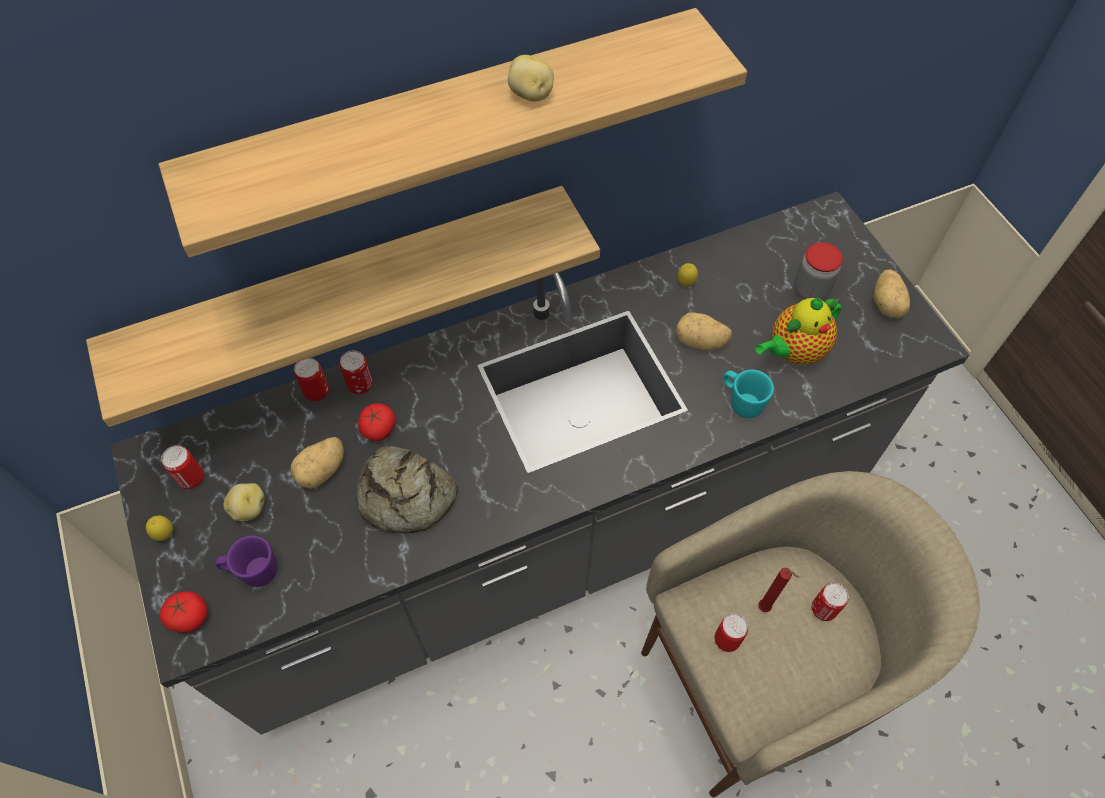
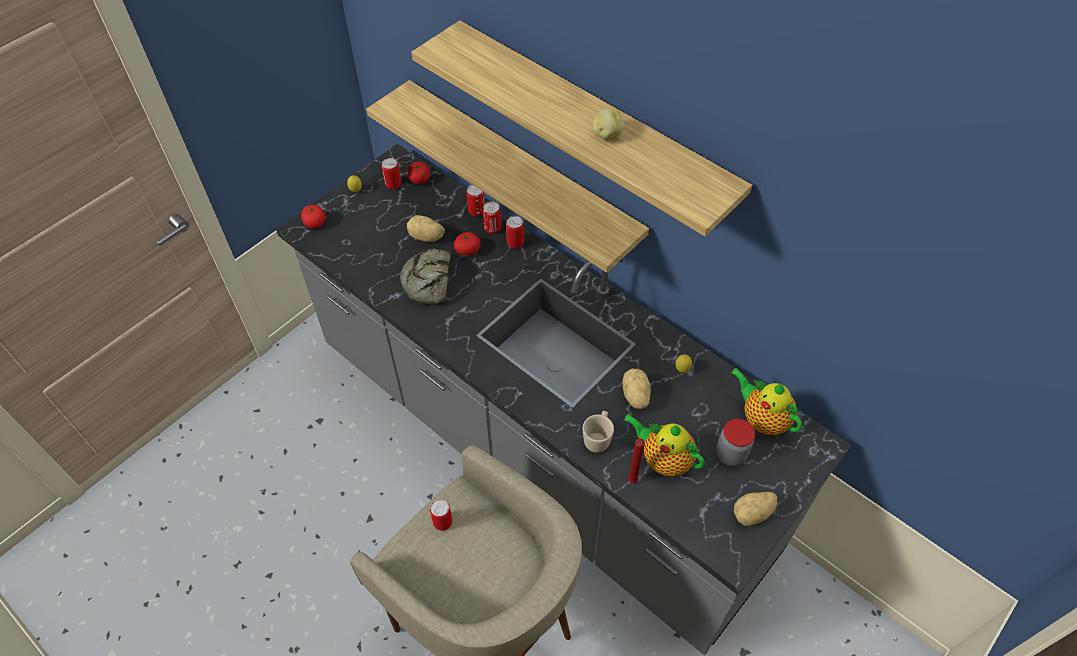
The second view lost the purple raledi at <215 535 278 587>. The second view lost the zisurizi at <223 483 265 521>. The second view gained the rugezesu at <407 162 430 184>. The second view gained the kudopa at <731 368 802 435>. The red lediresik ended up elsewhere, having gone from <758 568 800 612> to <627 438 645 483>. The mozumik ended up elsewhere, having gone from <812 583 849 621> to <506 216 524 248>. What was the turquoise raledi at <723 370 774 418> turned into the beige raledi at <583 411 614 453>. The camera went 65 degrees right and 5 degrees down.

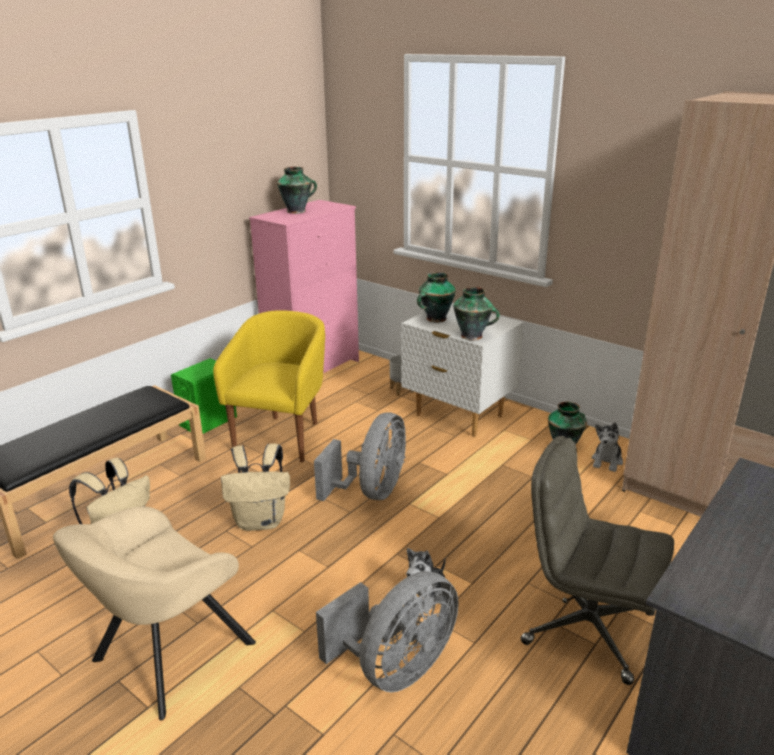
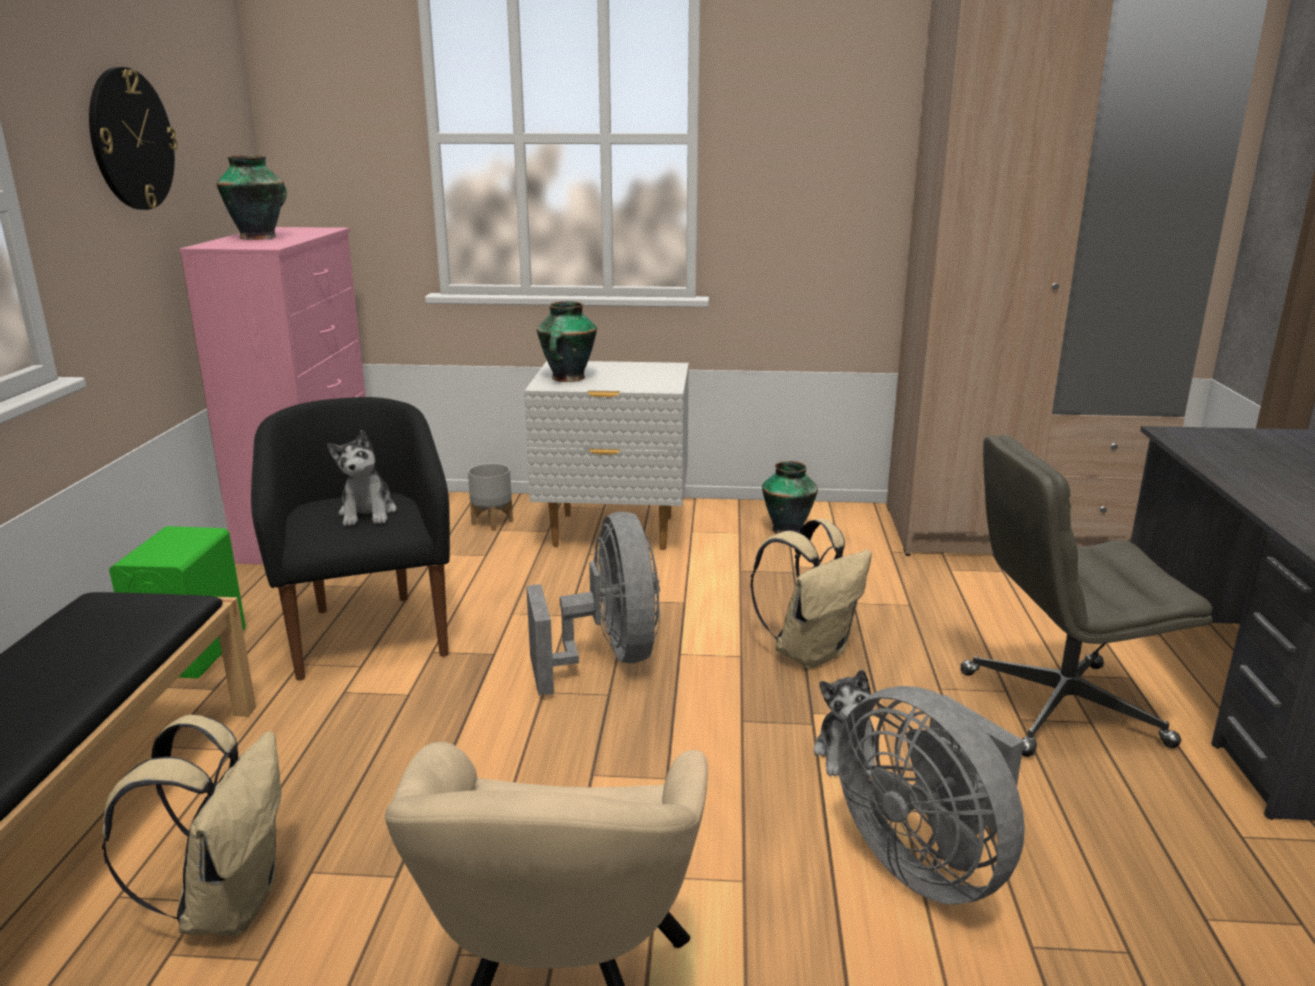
The second view lost the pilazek at <453 287 500 341>. The second view gained the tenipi at <89 67 178 210>. The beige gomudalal ended up elsewhere, having gone from <221 443 290 531> to <750 518 872 668>. The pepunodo ended up elsewhere, having gone from <592 422 623 472> to <327 430 397 526>. What was the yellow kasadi at <213 310 325 462> turned into the black kasadi at <251 397 450 680>. The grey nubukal at <316 571 459 692> ended up facing another way, 135 degrees clockwise from before. The camera went 35 degrees left and 5 degrees down.

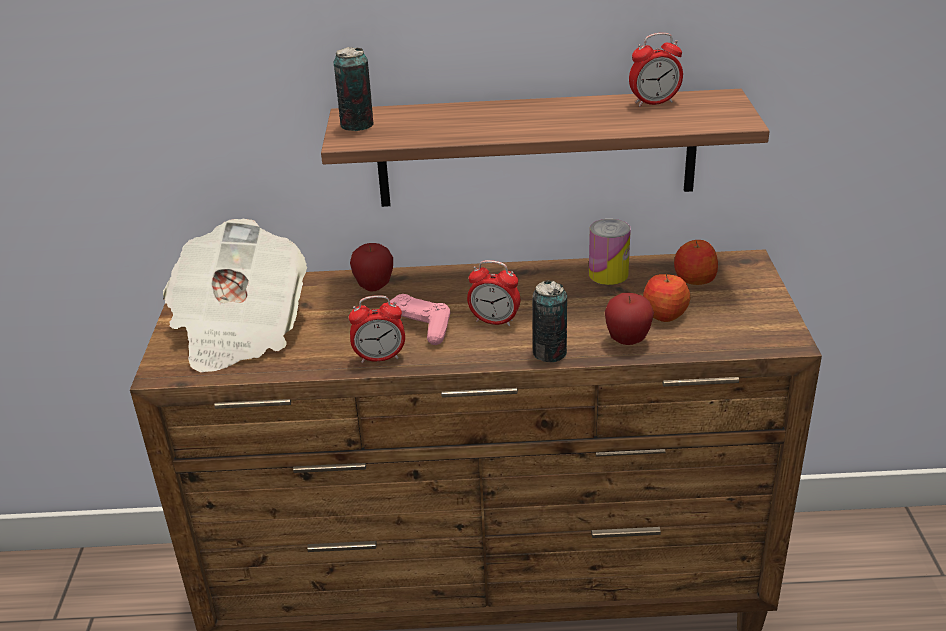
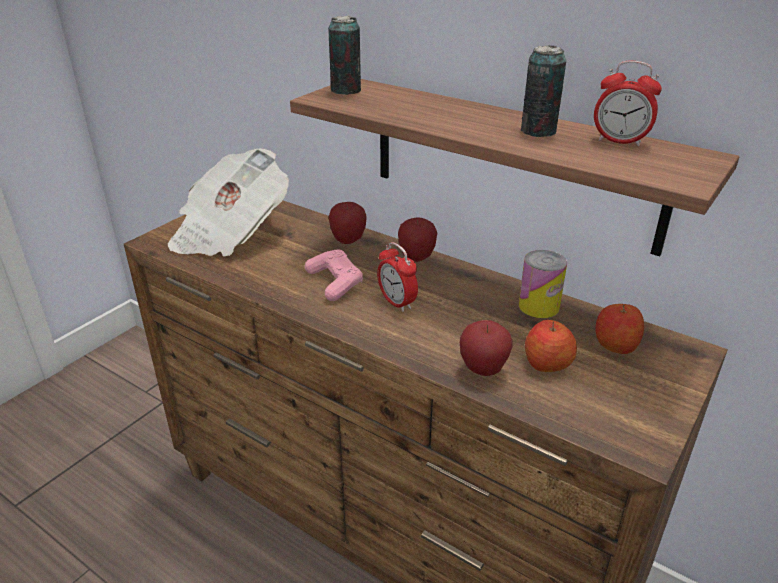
The second view lost the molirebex at <349 295 405 363>. The second view gained the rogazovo at <398 218 437 262>. The mozumik ended up elsewhere, having gone from <532 280 567 362> to <521 45 566 137>. The camera went 35 degrees right and 0 degrees up.

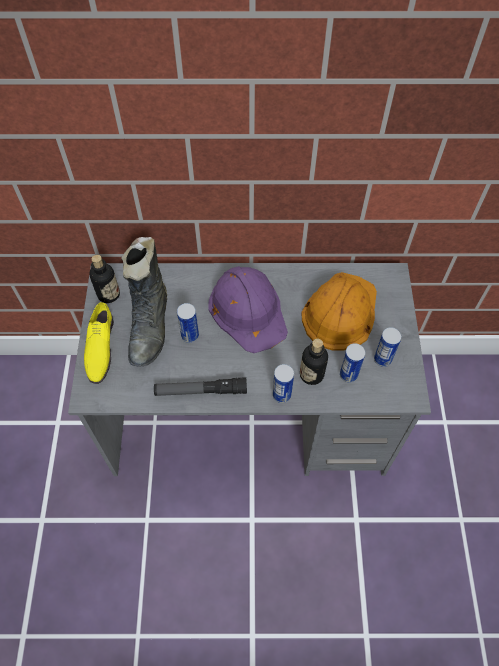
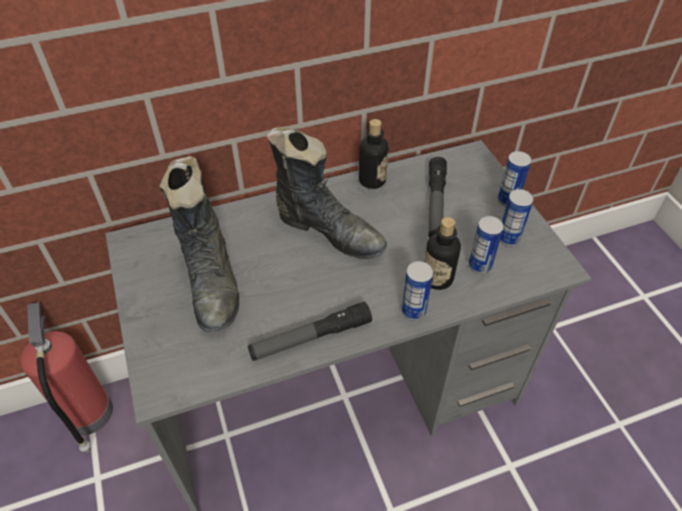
The second view lost the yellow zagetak at <84 302 114 384>. The second view gained the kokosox at <21 302 113 453>. The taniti ended up elsewhere, having gone from <89 255 120 303> to <359 119 389 189>. The mozumik ended up elsewhere, having gone from <177 303 199 343> to <498 151 532 207>. Where the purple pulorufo stood at <208 266 288 353>, the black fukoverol came to stand at <266 127 387 259>. Where the orange pulorufo stood at <302 272 377 351>, the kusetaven came to stand at <429 157 447 238>. The camera went 20 degrees left and 10 degrees down.

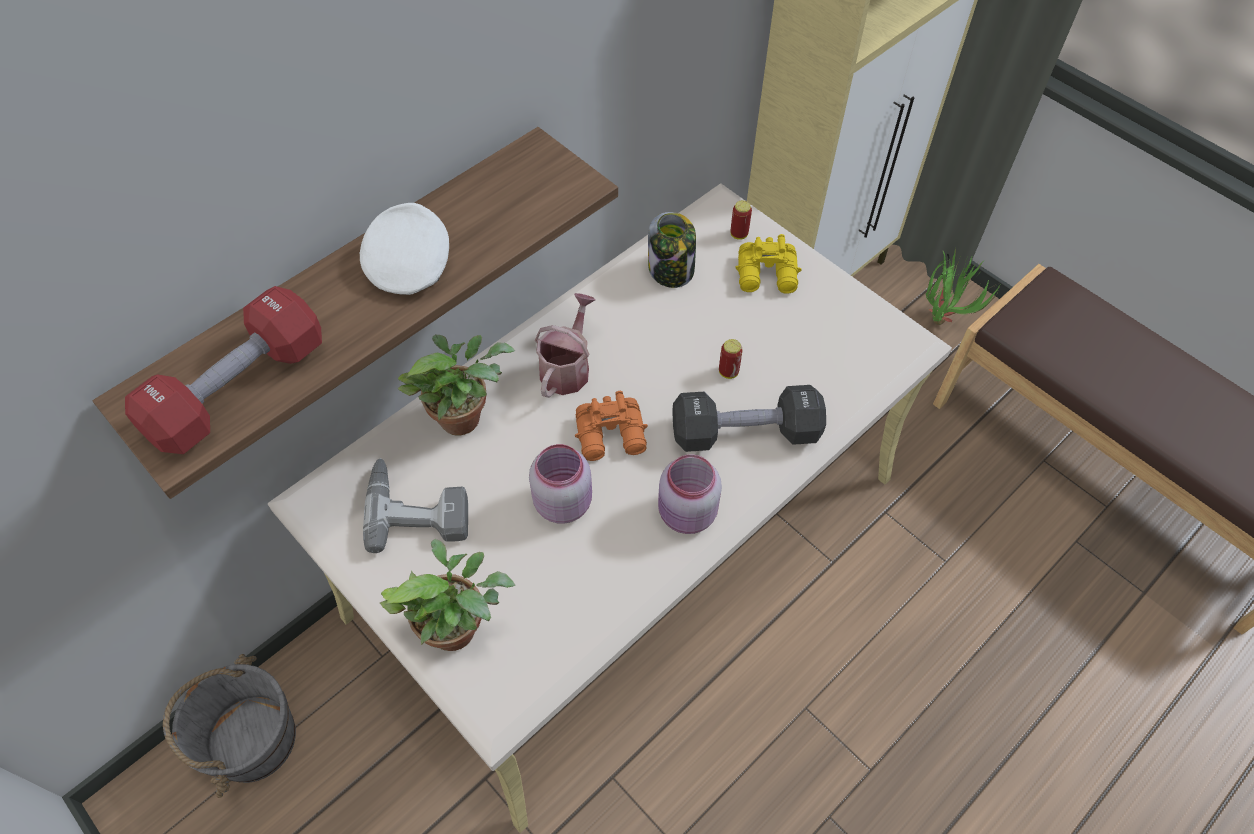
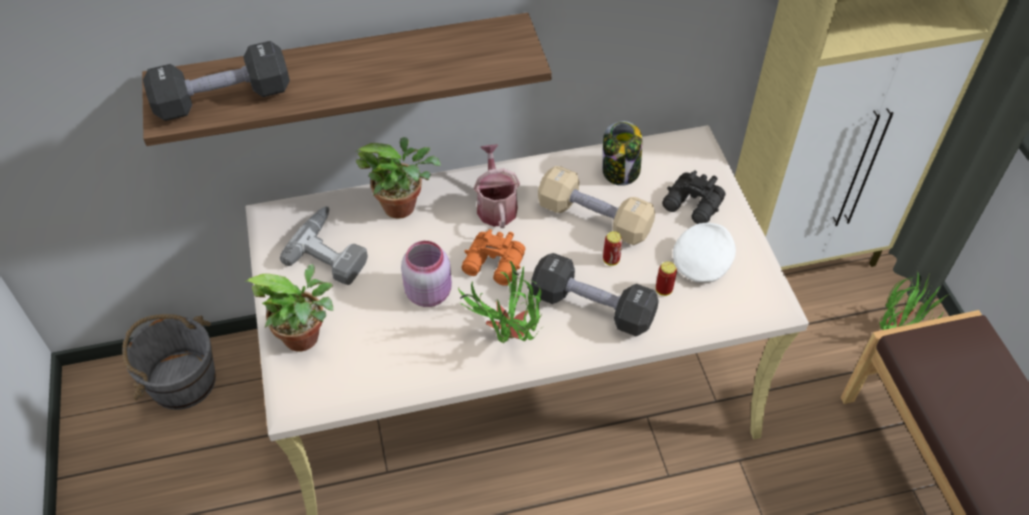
The second view gained the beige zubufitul at <538 166 655 245>. The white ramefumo ended up elsewhere, having gone from <360 203 449 295> to <673 223 736 282>. The mozumik ended up elsewhere, having gone from <730 200 752 240> to <656 261 677 296>. Where the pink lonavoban stood at <658 454 722 534>, the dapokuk came to stand at <458 261 544 343>. What was the red zubufitul at <125 286 322 454> turned into the black zubufitul at <143 41 290 121>. What was the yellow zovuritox at <736 234 802 294> turned into the black zovuritox at <662 170 725 224>. The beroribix at <535 293 596 398> ended up facing another way, 60 degrees counterclockwise from before. The camera went 30 degrees right and 5 degrees down.

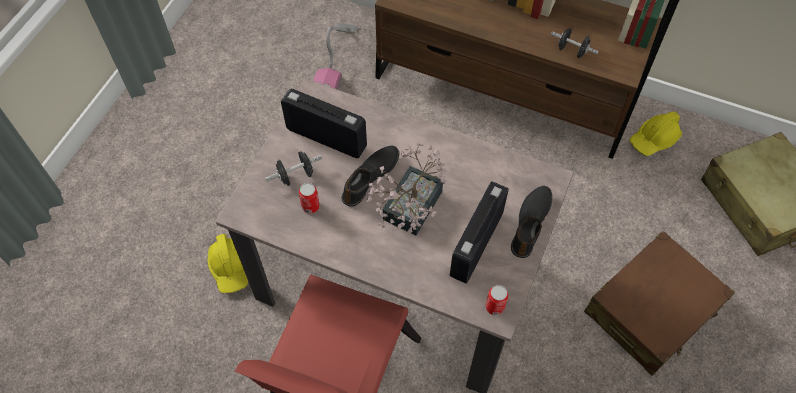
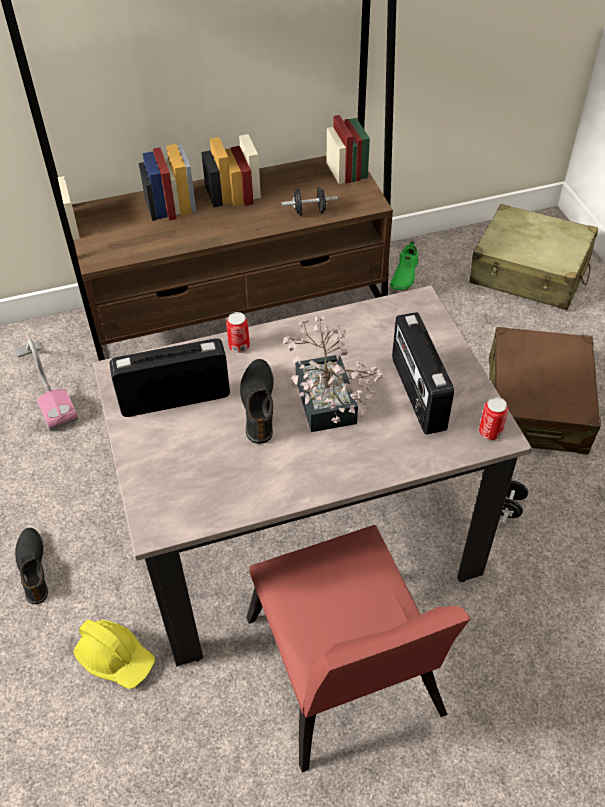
The black zubufitul ended up elsewhere, having gone from <266 151 323 186> to <501 475 528 524>. The mozumik ended up elsewhere, having gone from <299 183 320 214> to <226 312 250 353>. The black zagetak ended up elsewhere, having gone from <511 186 552 258> to <15 528 48 604>. Where the yellow pulorufo stood at <630 111 682 156>, the green zagetak came to stand at <390 241 419 290>. The camera went 40 degrees left and 10 degrees down.

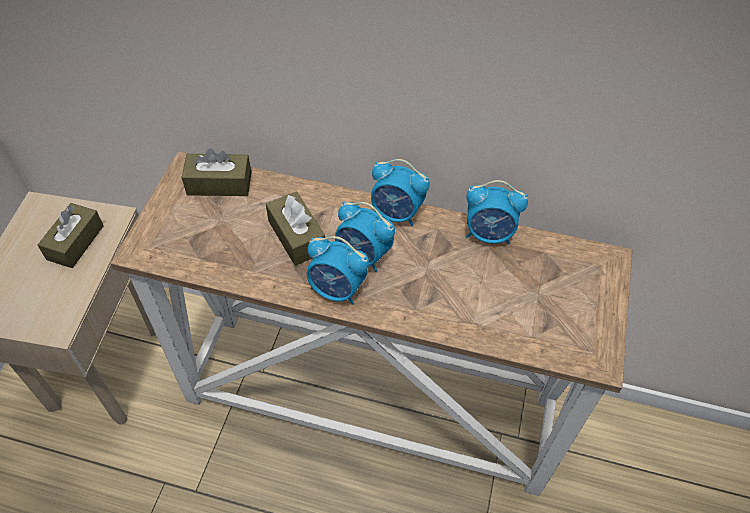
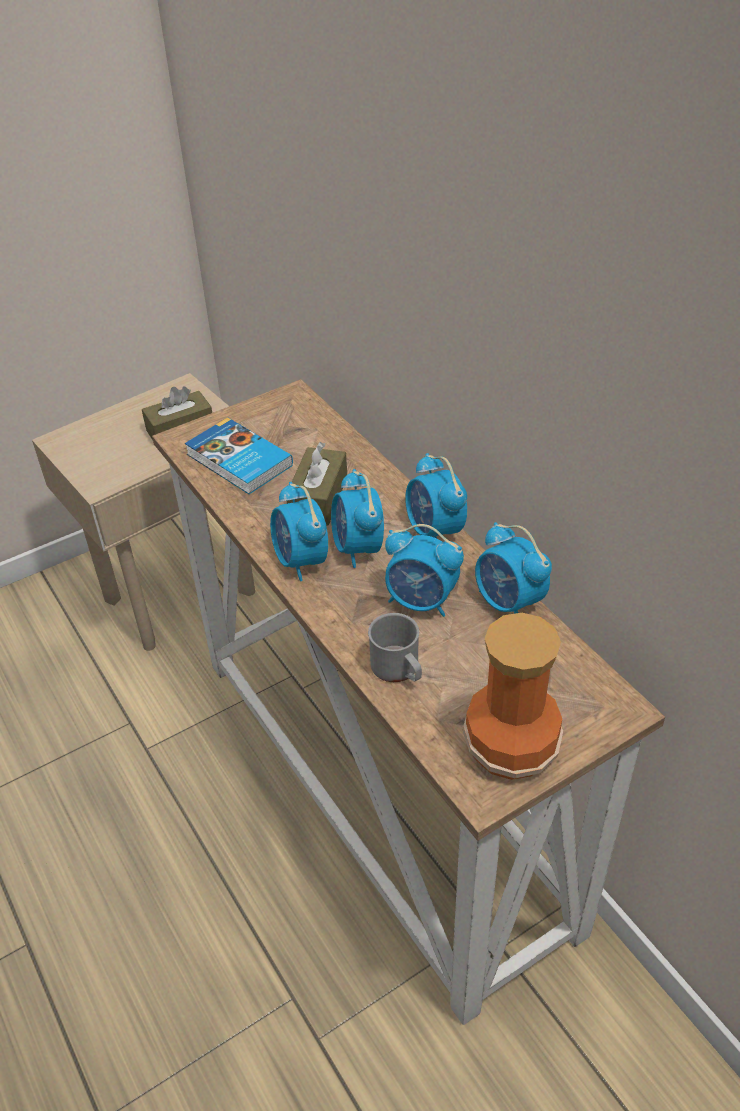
The second view lost the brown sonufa at <181 148 251 196>. The second view gained the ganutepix at <185 418 293 494>. The second view gained the grey raledi at <368 613 422 682>. The second view gained the molirebex at <385 524 464 617>. The second view gained the pilazek at <462 613 563 780>. The camera went 45 degrees right and 10 degrees down.

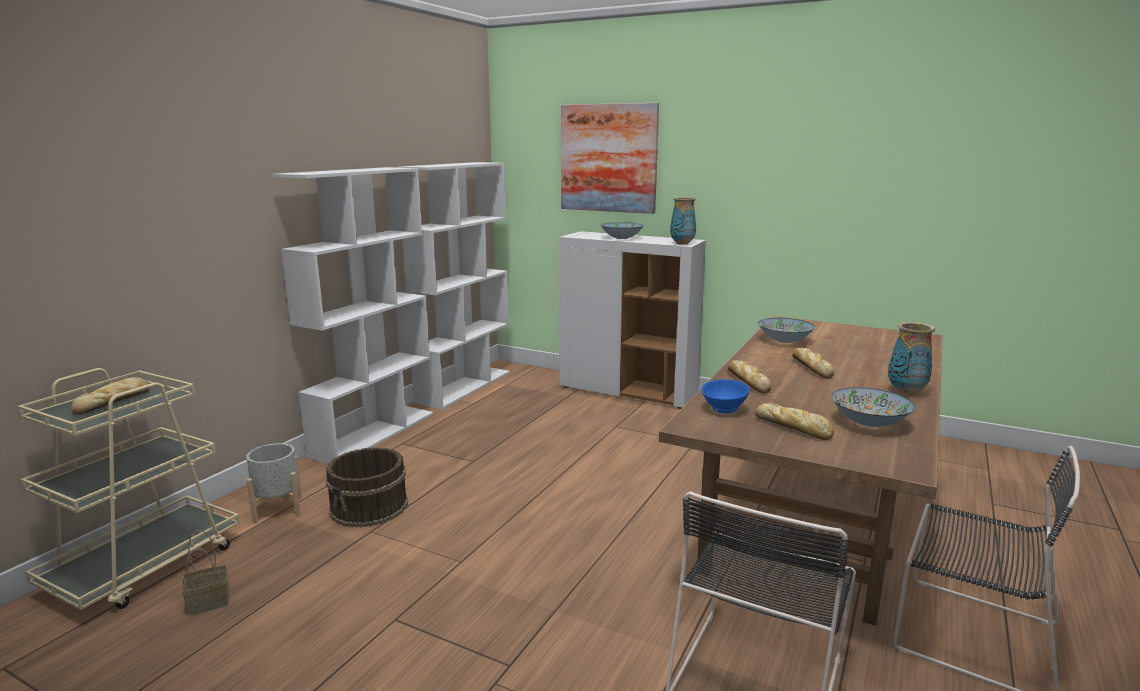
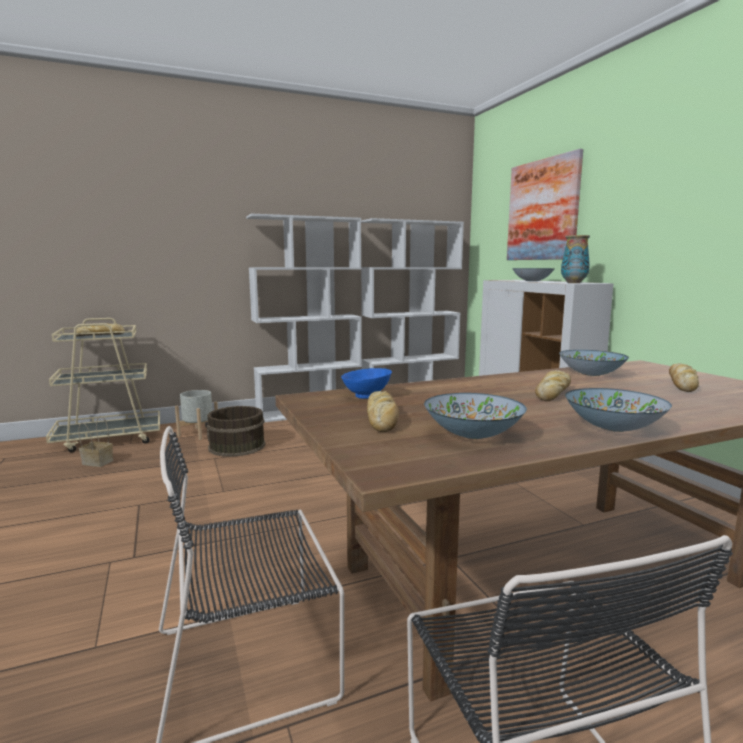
The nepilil ended up elsewhere, having gone from <728 360 772 393> to <669 363 699 392>. Where the pilazek stood at <888 322 935 395>, the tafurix came to stand at <565 388 672 432>. The camera went 40 degrees right and 5 degrees down.

